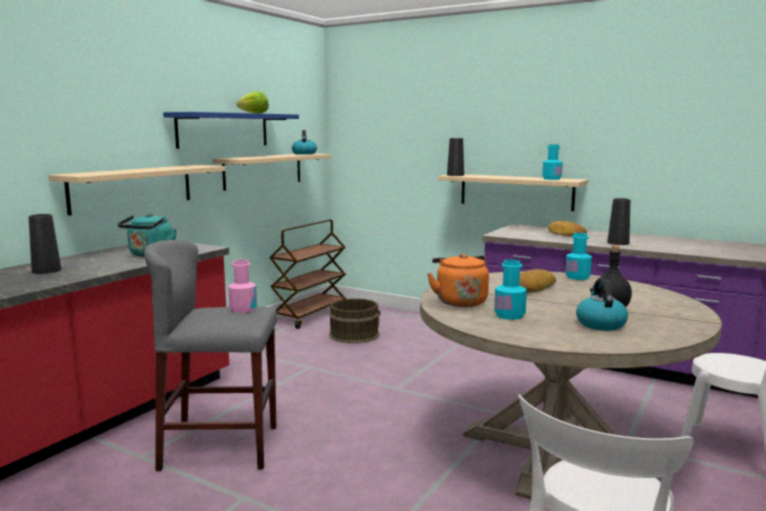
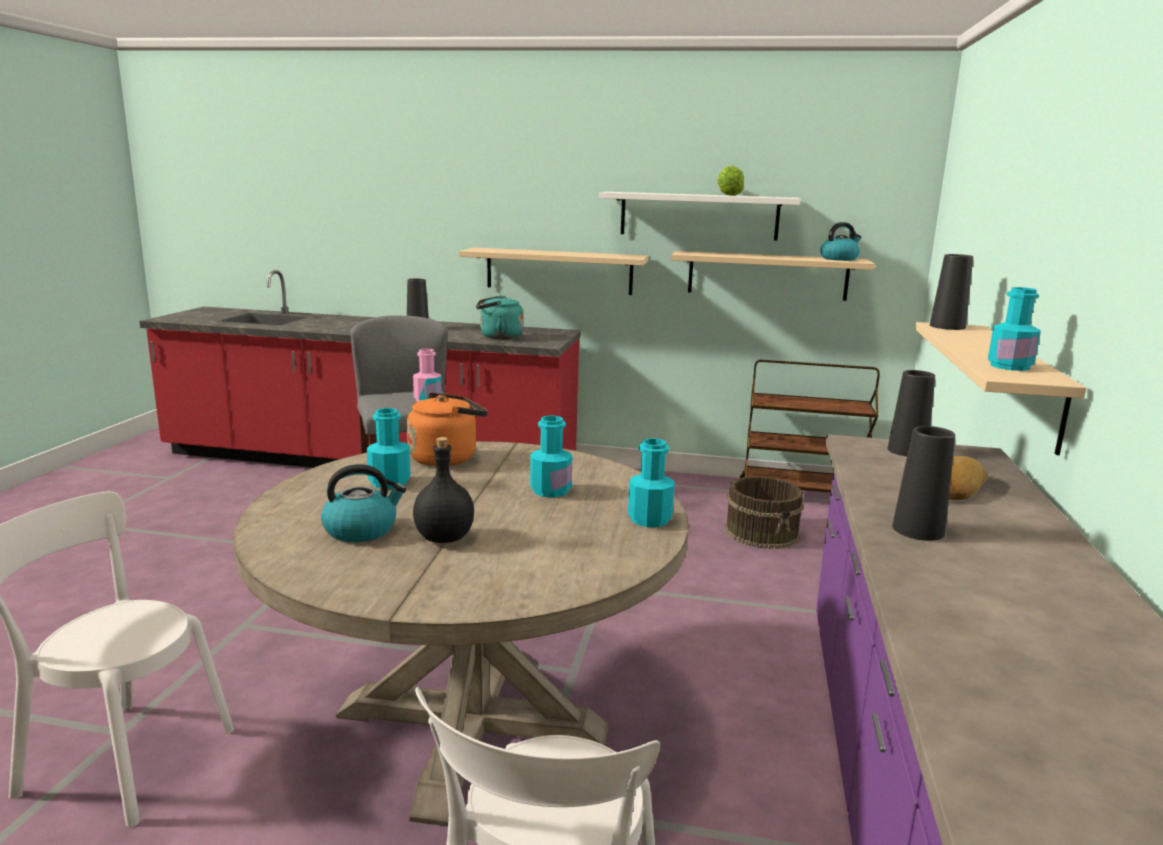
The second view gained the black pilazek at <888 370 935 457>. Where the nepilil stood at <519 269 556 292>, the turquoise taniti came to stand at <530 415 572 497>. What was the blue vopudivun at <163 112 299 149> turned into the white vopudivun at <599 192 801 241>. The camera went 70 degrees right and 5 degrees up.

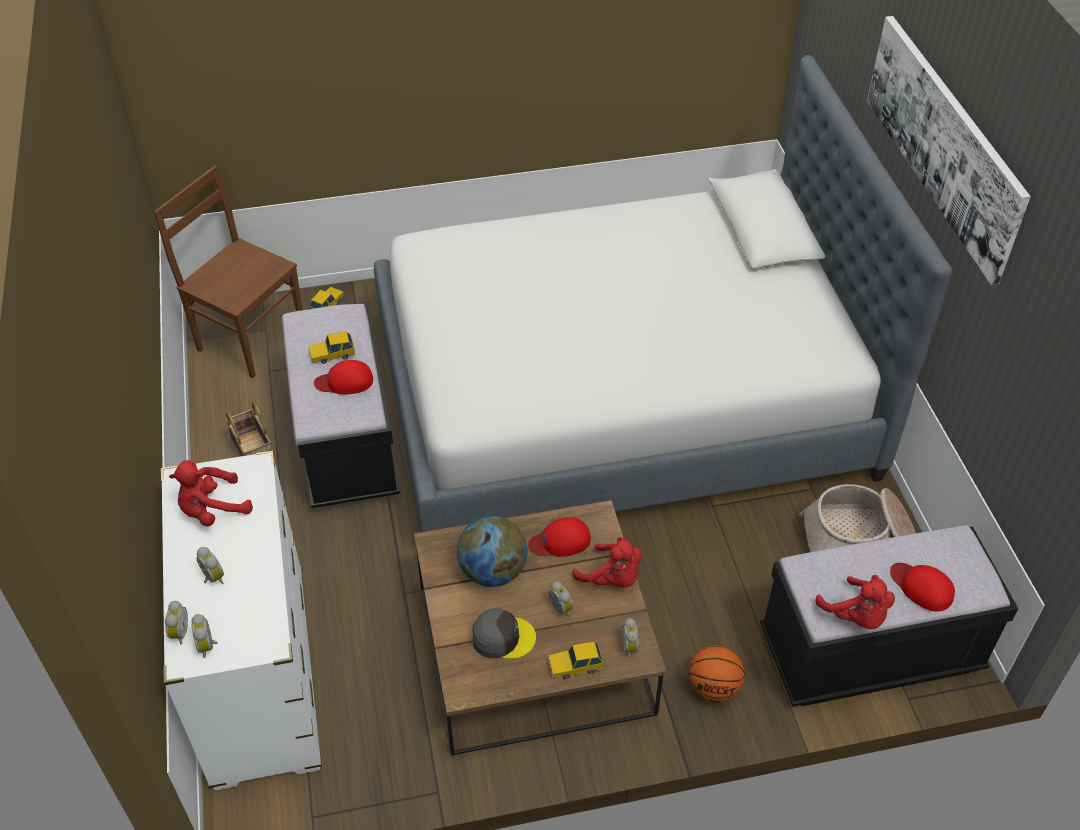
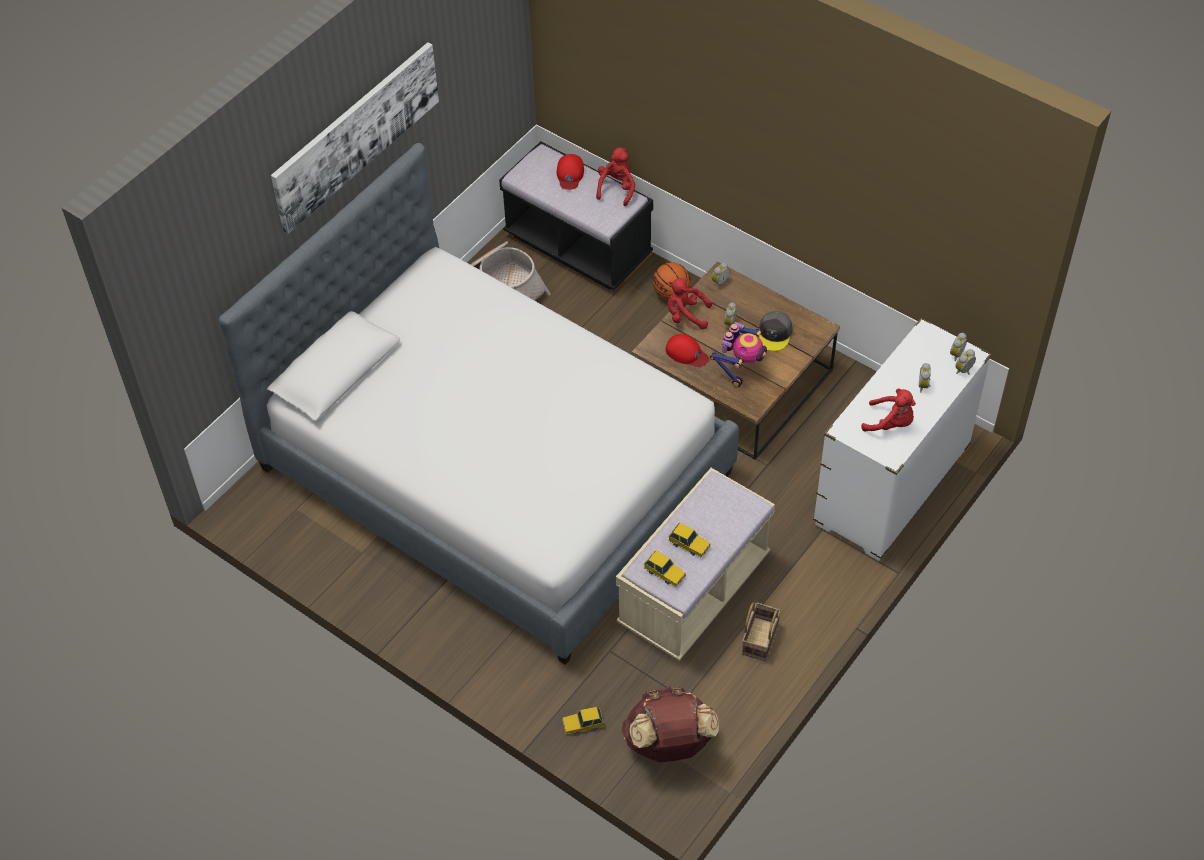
The second view lost the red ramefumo at <314 360 373 395>. The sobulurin ended up elsewhere, having gone from <548 642 603 679> to <644 551 686 587>. Where the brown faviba stood at <154 165 303 378>, the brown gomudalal came to stand at <622 686 719 762>. Where the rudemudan stood at <457 516 528 587>, the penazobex came to stand at <710 322 767 387>. What was the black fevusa at <282 301 400 508> turned into the beige fevusa at <616 468 775 661>. The grey ramefumo at <472 608 536 659> ended up facing another way, 120 degrees counterclockwise from before. The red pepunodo at <572 537 642 587> ended up facing another way, 75 degrees counterclockwise from before. The camera went 130 degrees left and 5 degrees up.

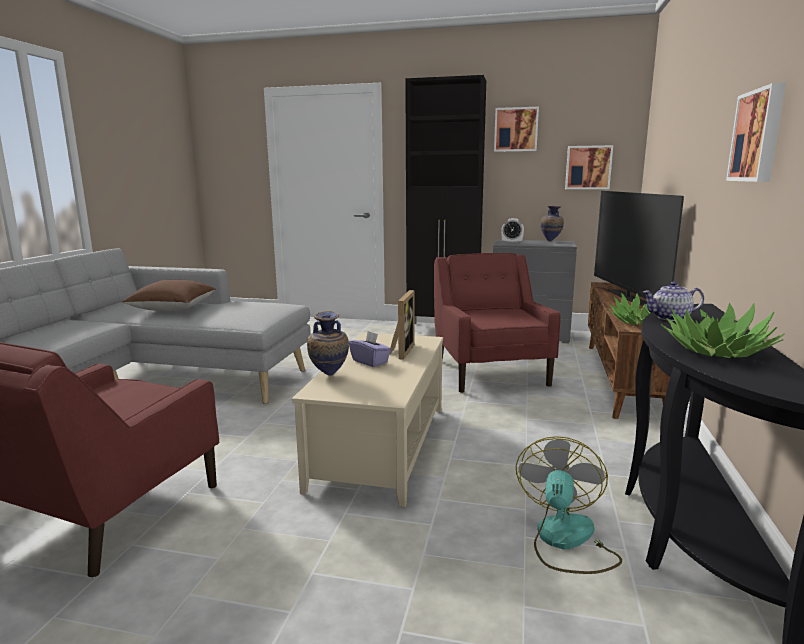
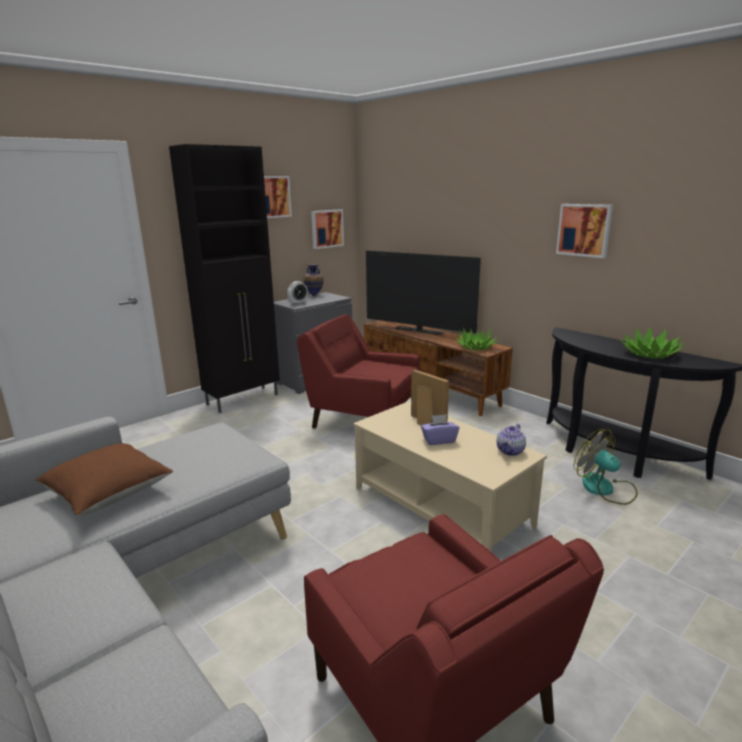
The second view lost the pilazek at <307 311 349 376>. The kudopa ended up elsewhere, having gone from <643 281 704 321> to <497 424 526 456>. The camera went 55 degrees left and 5 degrees up.

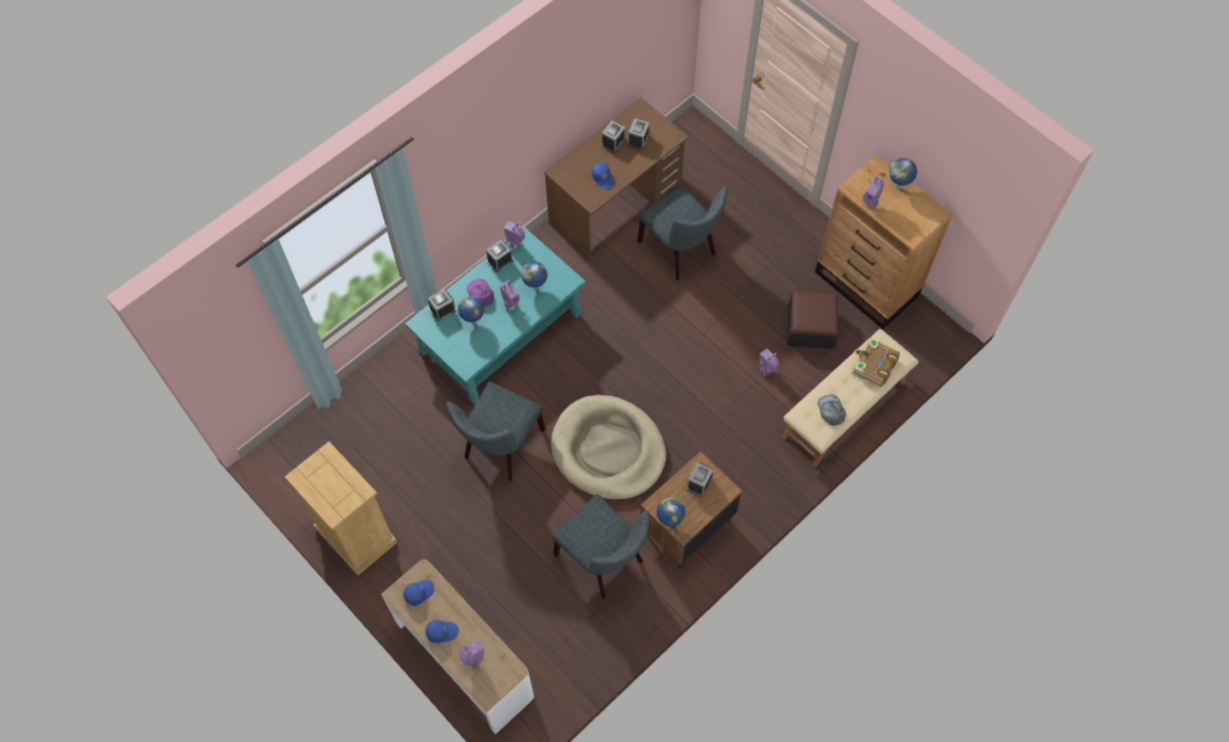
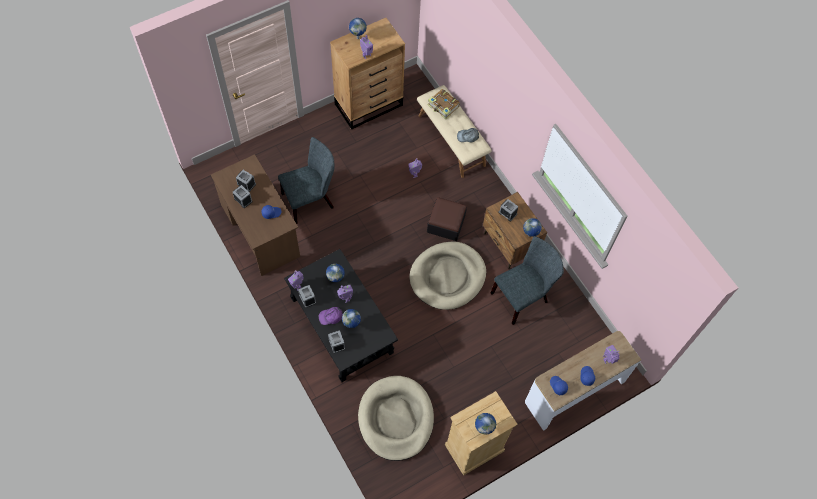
The second view lost the grey faviba at <447 382 545 481>. The second view gained the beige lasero at <358 376 434 461>. The second view gained the rudemudan at <475 413 496 435>. The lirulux ended up elsewhere, having gone from <787 291 838 349> to <427 197 467 241>. What was the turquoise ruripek at <405 227 586 405> turned into the black ruripek at <284 249 398 382>. The camera went 80 degrees left and 0 degrees up.

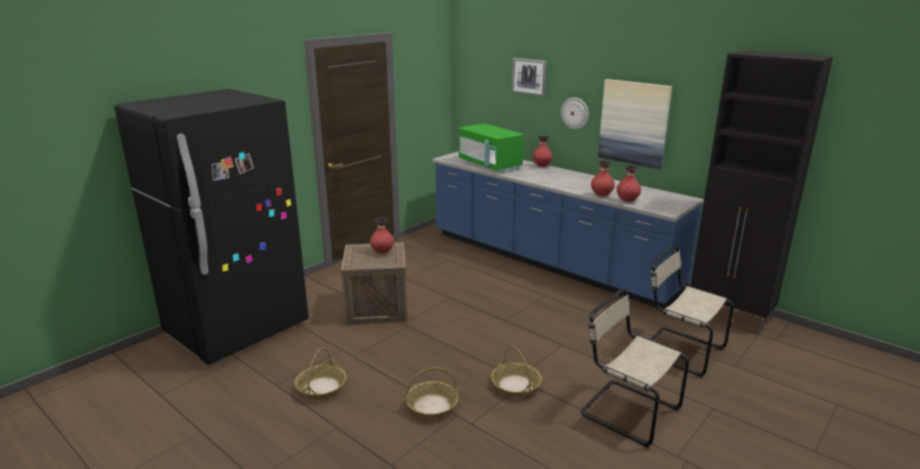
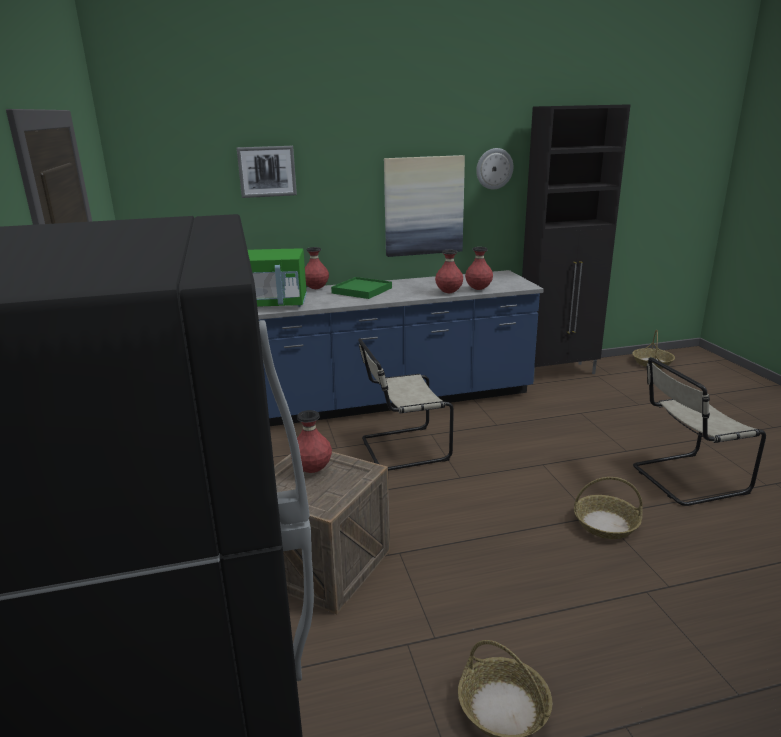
The second view gained the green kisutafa at <331 277 392 299>. The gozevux ended up elsewhere, having gone from <405 367 459 419> to <632 330 675 368>. The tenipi ended up elsewhere, having gone from <561 97 589 129> to <476 148 513 190>. The beige faviba ended up elsewhere, having gone from <650 245 734 377> to <358 338 454 471>. The camera went 55 degrees left and 0 degrees up.

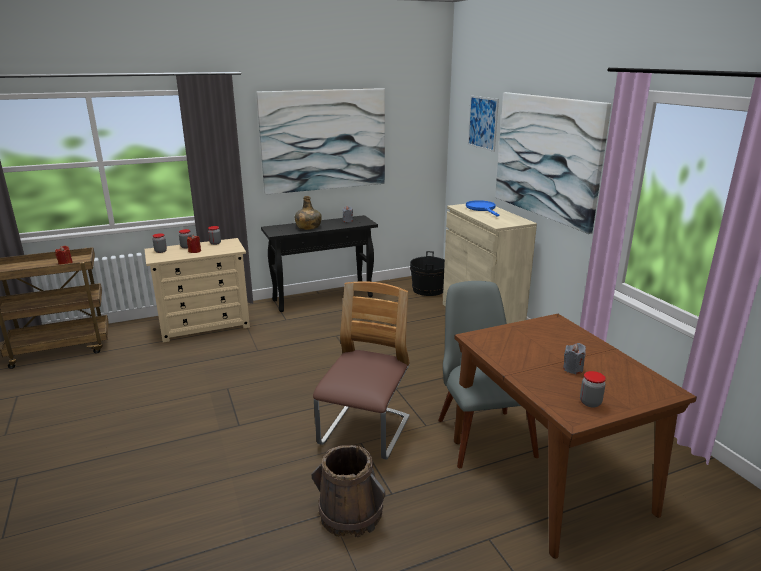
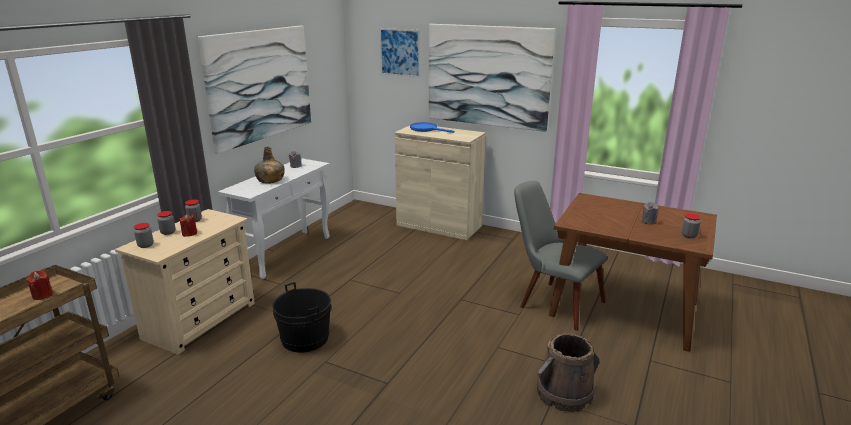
The second view lost the faviba at <313 281 410 460>. The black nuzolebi ended up elsewhere, having gone from <410 251 445 296> to <272 282 331 353>. What was the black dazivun at <261 215 378 312> turned into the white dazivun at <218 158 330 279>. The camera went 40 degrees left and 0 degrees up.

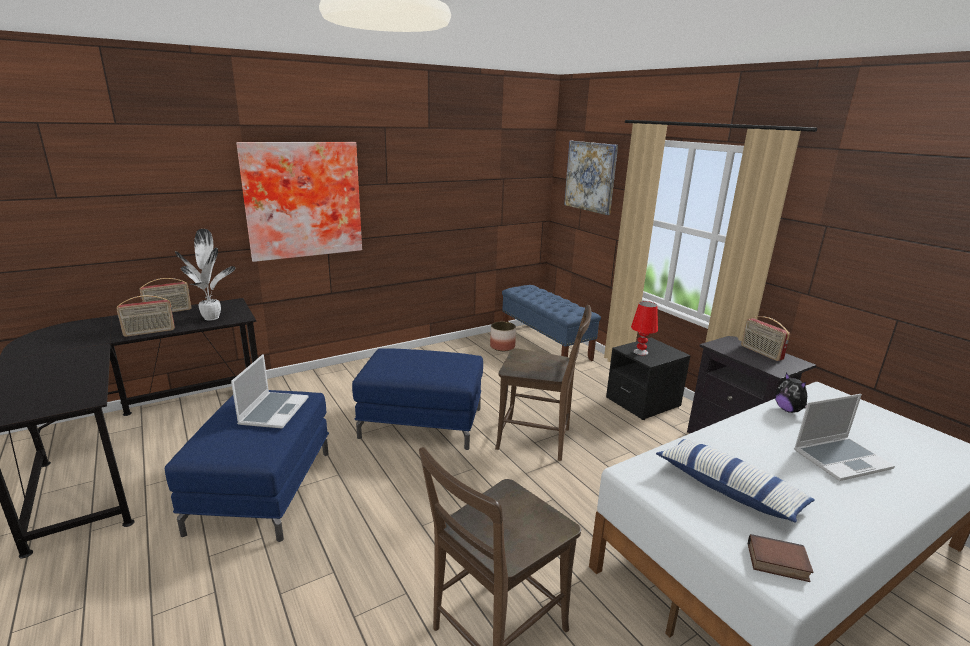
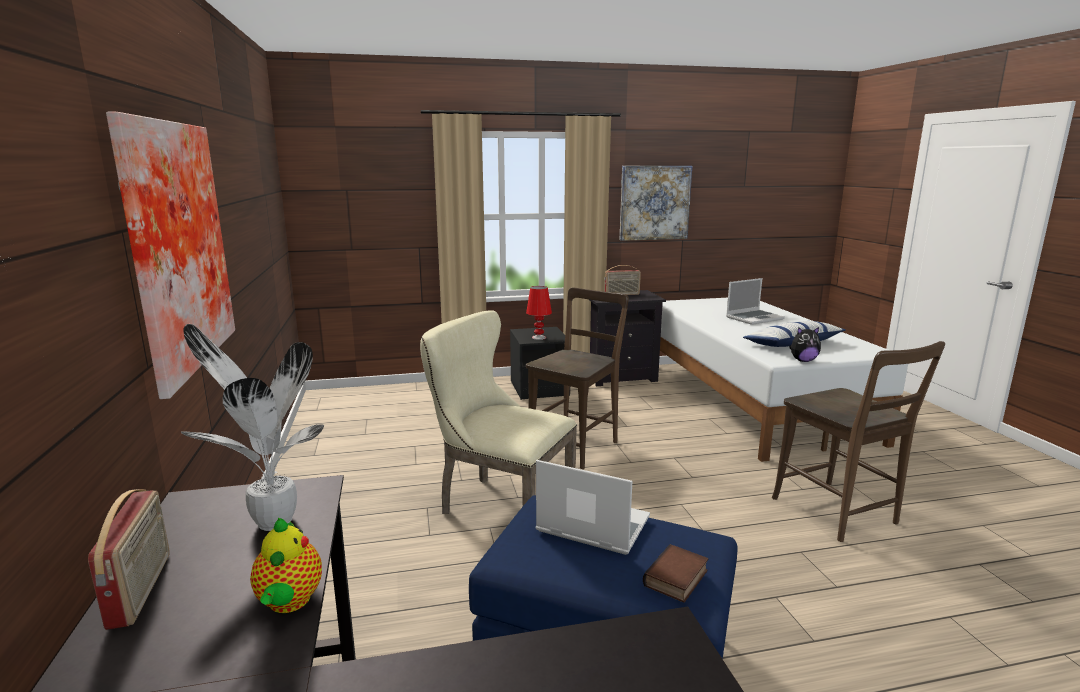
The second view lost the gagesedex at <490 322 516 351>. The second view lost the blue fevusa at <502 285 601 361>. The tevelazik ended up elsewhere, having gone from <564 141 618 215> to <619 166 692 241>. The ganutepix ended up elsewhere, having gone from <748 534 813 582> to <643 544 708 603>. The pepunodo ended up elsewhere, having gone from <775 373 807 413> to <789 327 821 362>. Where the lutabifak stood at <116 295 175 337>, the kudopa came to stand at <250 518 322 613>. Where the blue lirulux stood at <352 348 483 450>, the beige faviba came to stand at <420 310 577 514>. The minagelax at <794 394 895 481> ended up facing another way, 60 degrees clockwise from before. The camera went 70 degrees left and 5 degrees down.

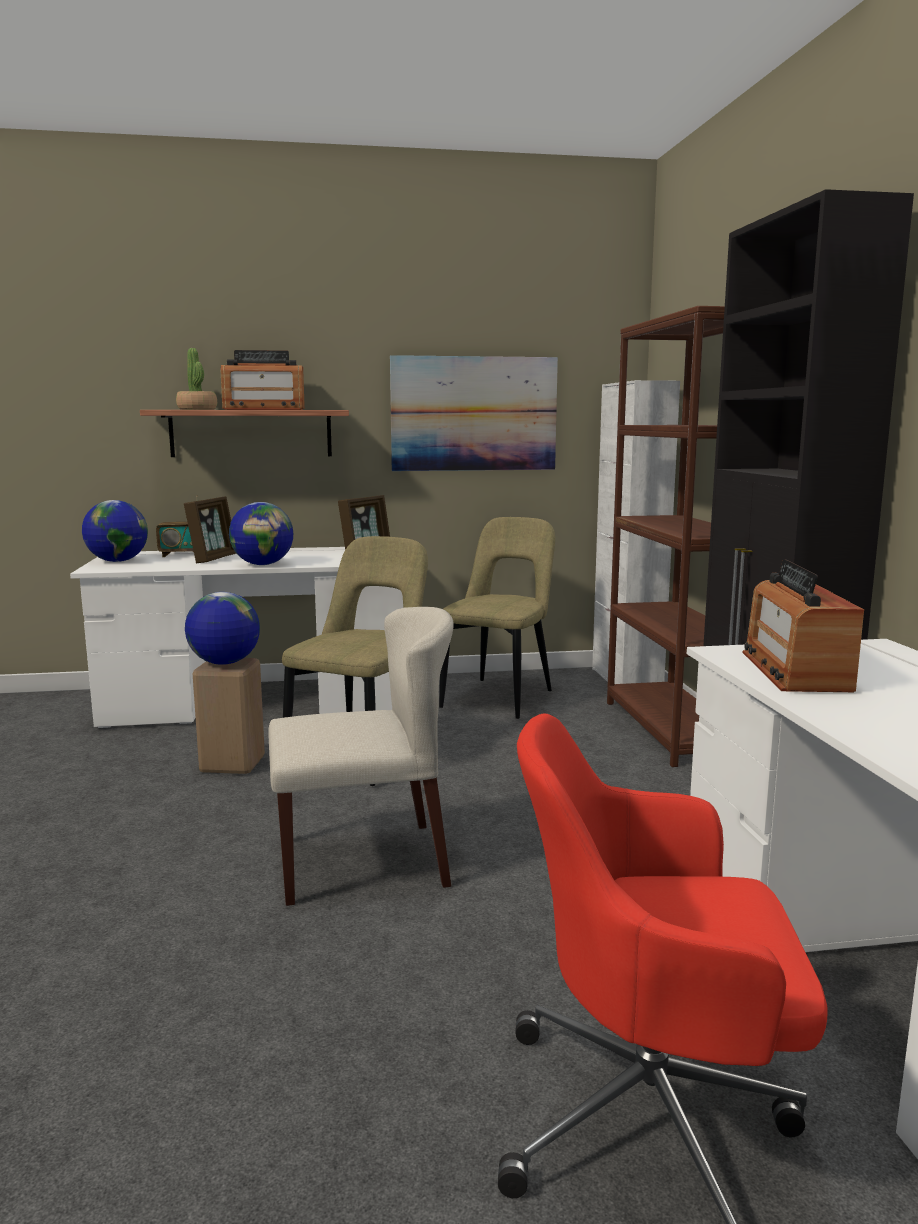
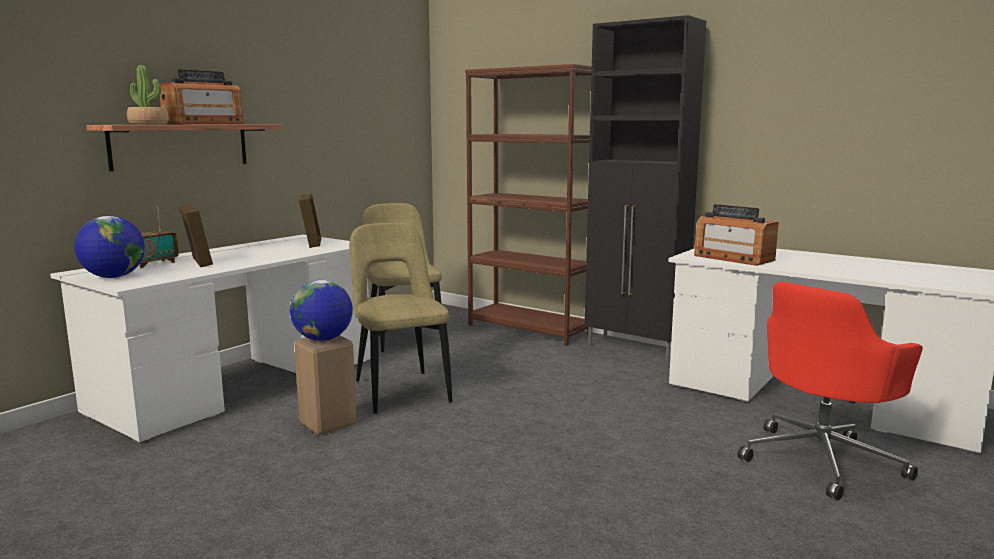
The second view lost the rudemudan at <229 502 293 565>. The second view lost the beige faviba at <268 607 454 906>. The second view lost the tevelazik at <390 355 558 471>. The second view lost the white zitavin at <592 380 680 684>. The camera went 45 degrees left and 0 degrees up.

